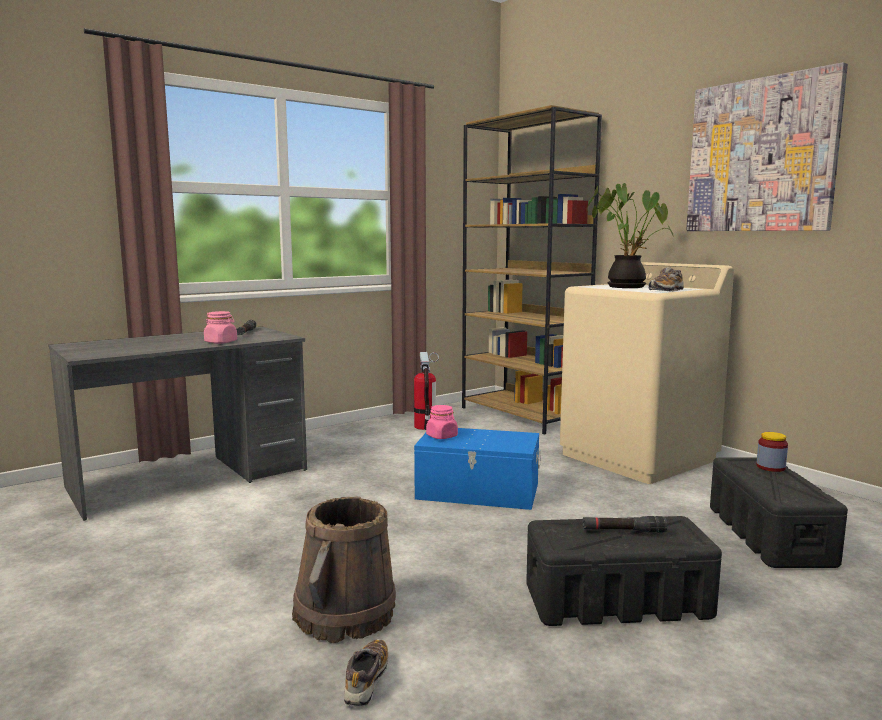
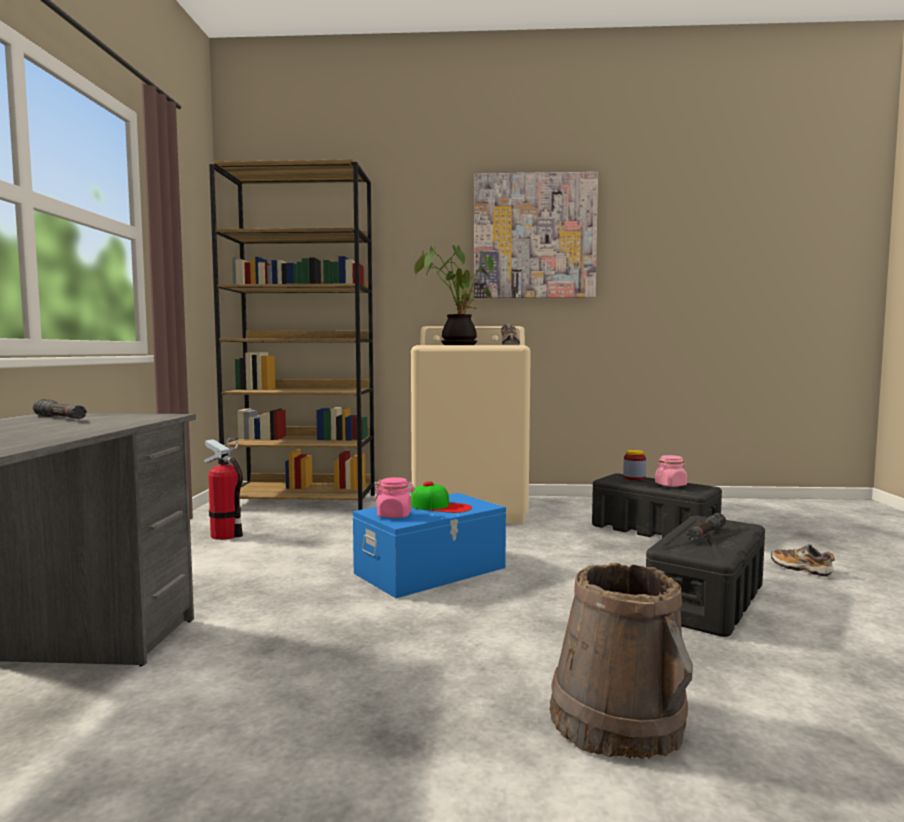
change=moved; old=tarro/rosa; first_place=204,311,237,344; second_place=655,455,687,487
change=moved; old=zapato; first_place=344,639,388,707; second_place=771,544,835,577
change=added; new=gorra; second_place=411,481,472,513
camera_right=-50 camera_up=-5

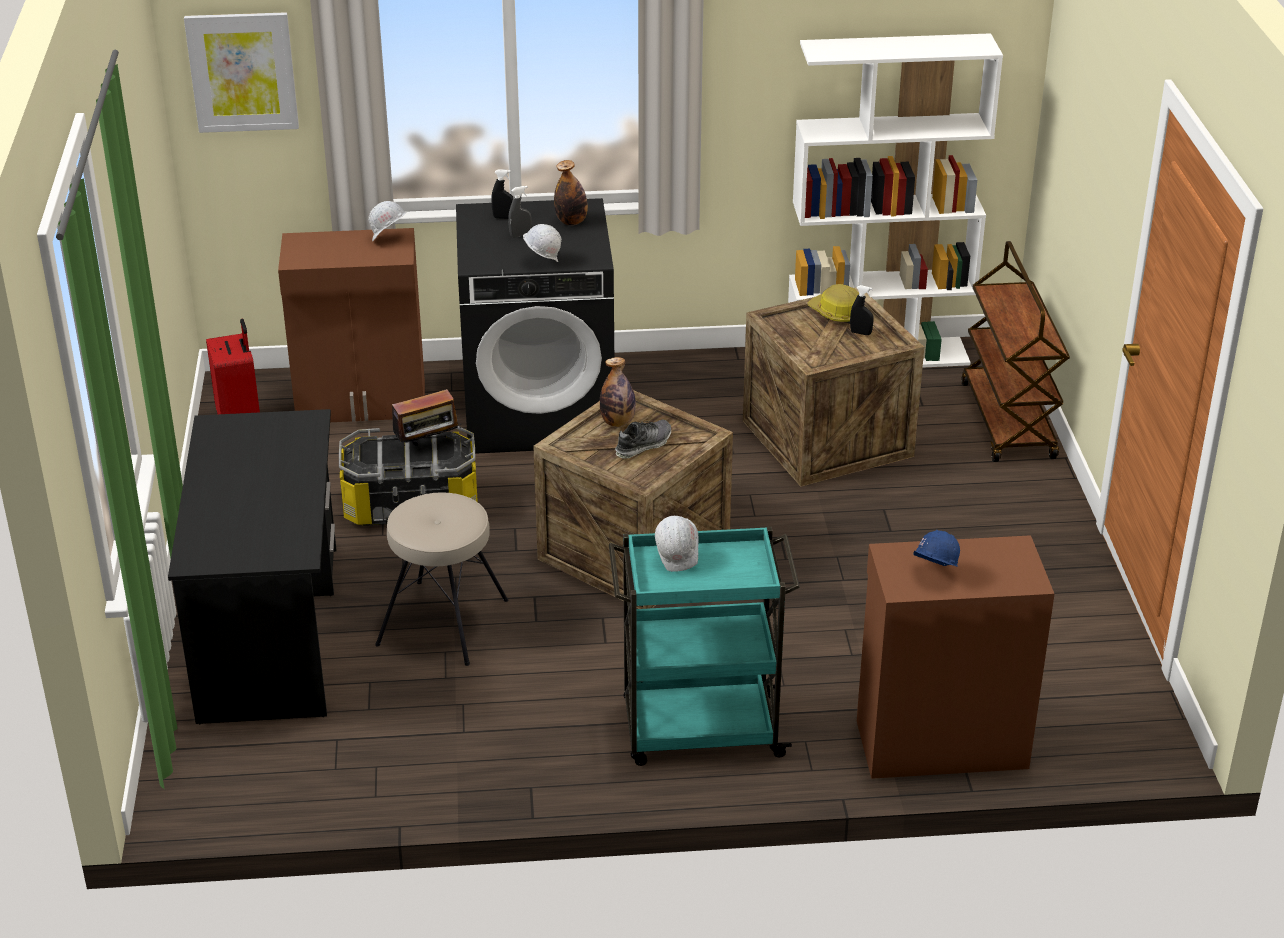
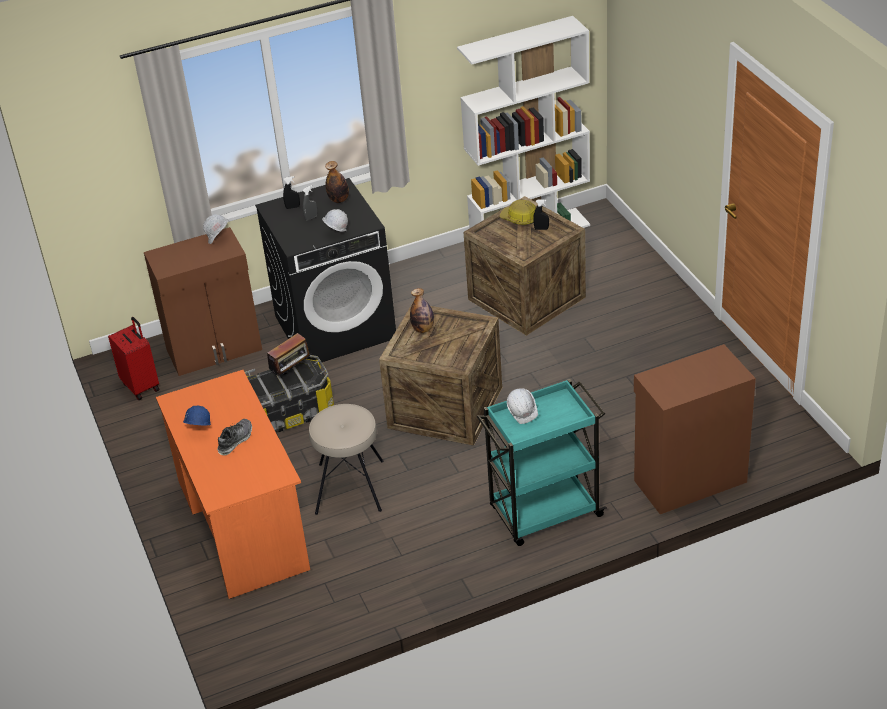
change=recoloured; old=escritorio/negro; new=escritorio/naranja; first_place=168,409,336,724; second_place=156,370,310,599
change=removed; old=cuadro; first_place=184,12,299,133
change=moved; old=zapato; first_place=615,419,672,459; second_place=217,419,252,455
change=moved; old=casco/azul; first_place=913,530,960,567; second_place=183,405,211,425
change=removed; old=carrito/marrón; first_place=961,241,1070,462
camera_right=-15 camera_up=5

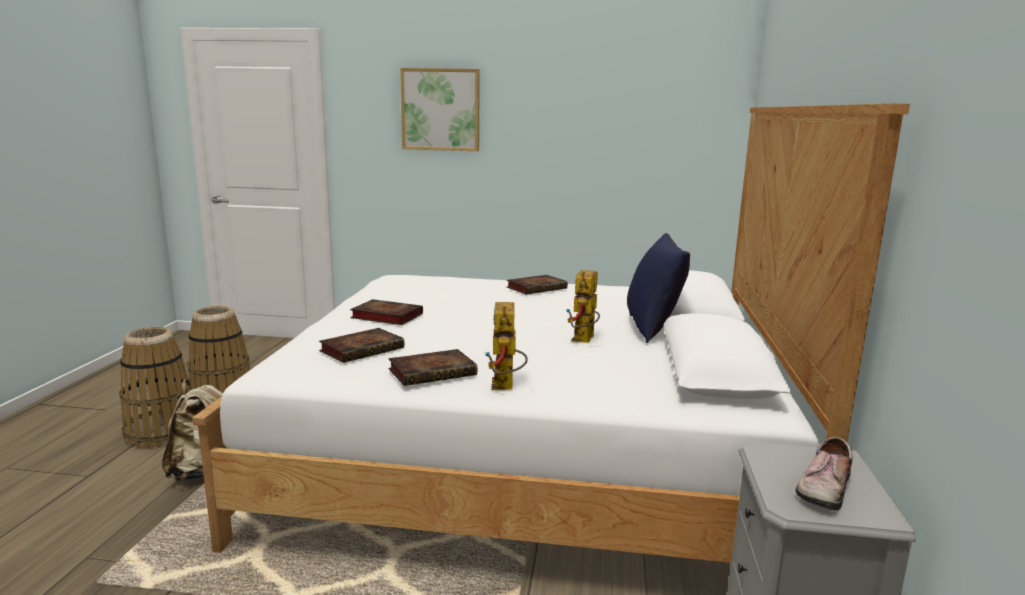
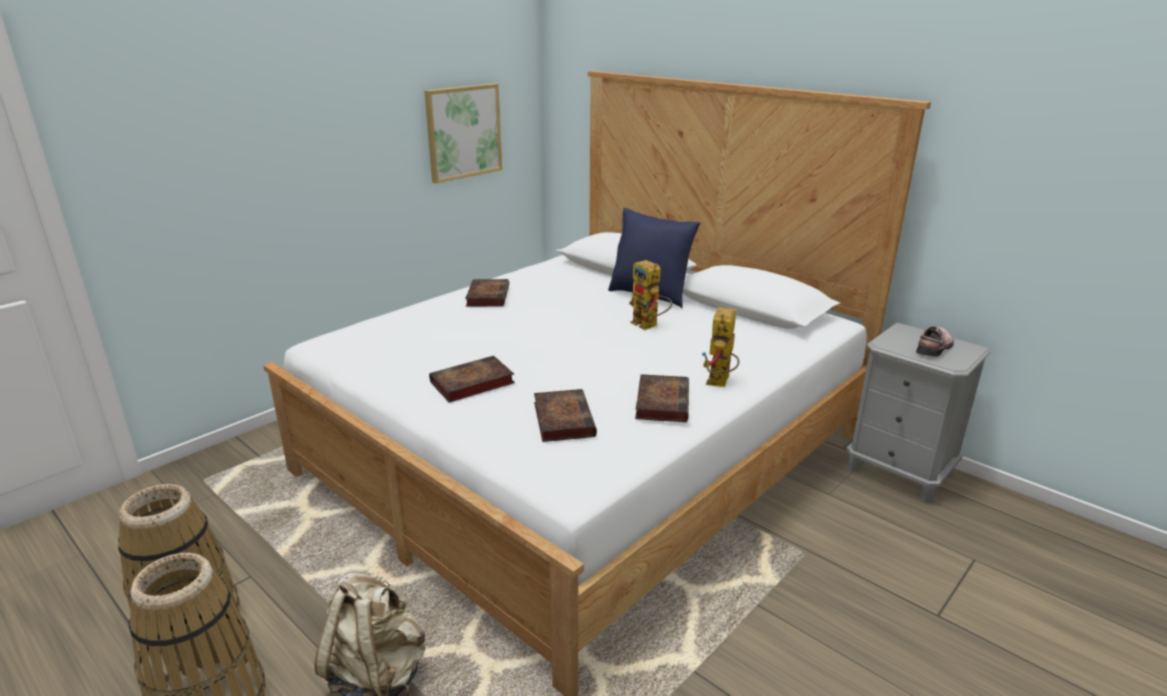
change=moved; old=cuadro; first_place=400,68,480,151; second_place=424,83,502,184
change=turned; old=robot de juguete; first_place=485,302,528,390; second_place=702,307,739,387; degrees=75
change=turned; old=zapato; first_place=796,437,853,511; second_place=916,326,954,357; degrees=-120
camera_right=-55 camera_up=10

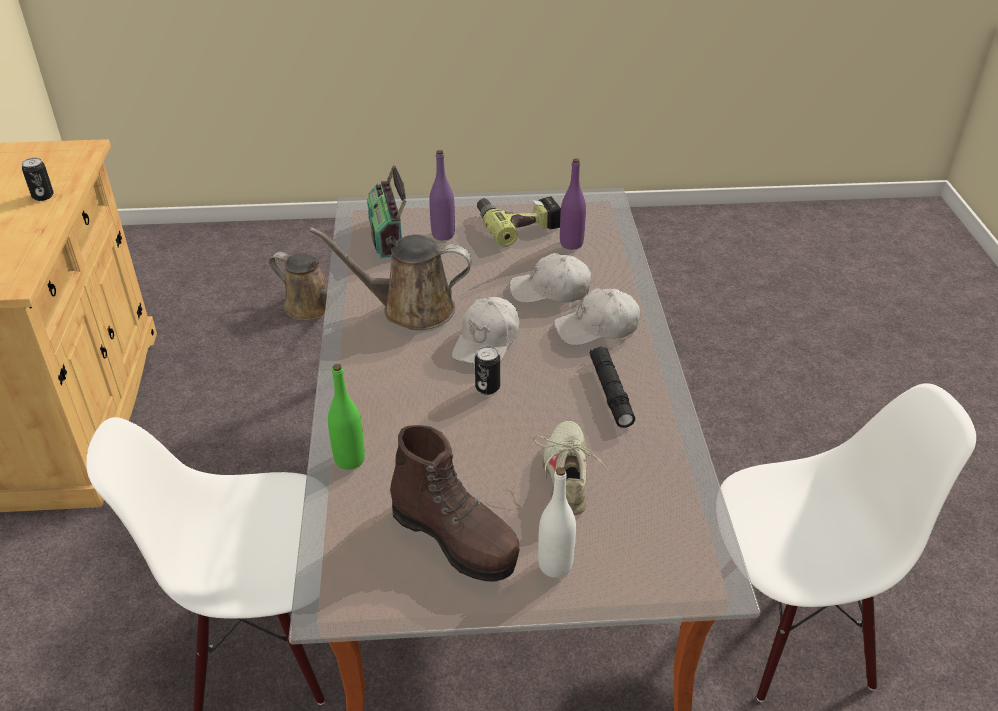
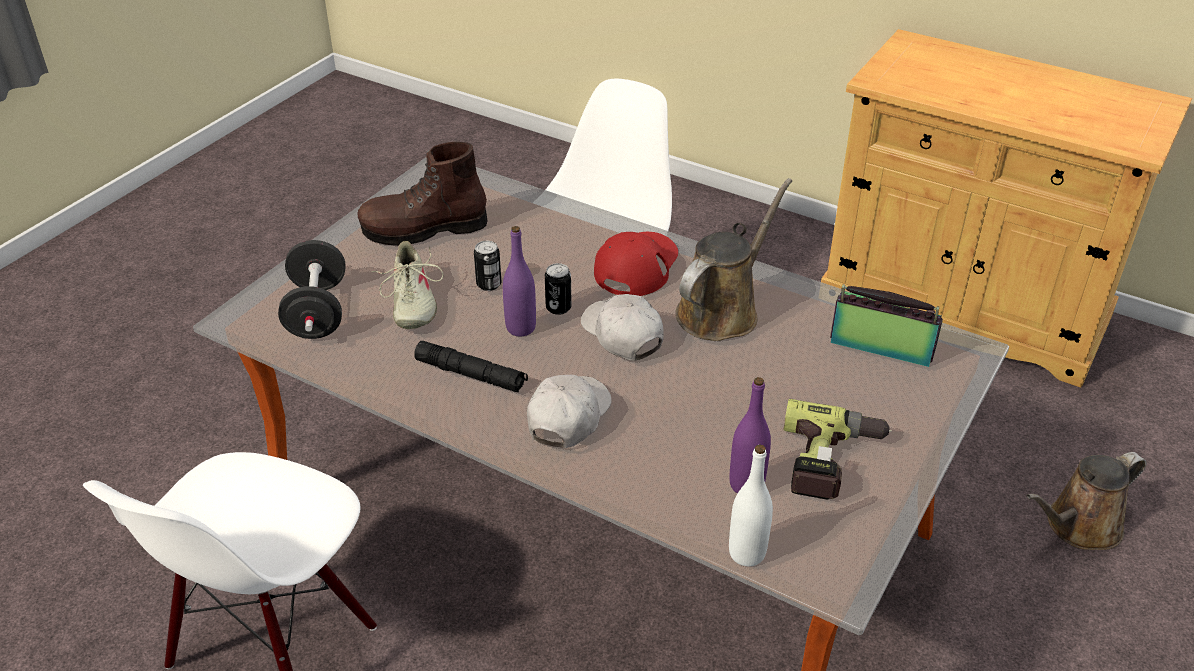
change=moved; old=lata; first_place=22,158,54,201; second_place=474,241,501,291
change=removed; old=botella/verde; first_place=328,364,365,470
change=moved; old=botella/morado; first_place=429,150,455,240; second_place=503,226,536,337
change=removed; old=gorra/blanco; first_place=509,253,591,303
change=turned; old=zapato/beis; first_place=533,421,611,515; second_place=371,241,444,329; degrees=45
change=moved; old=botella/blanco; first_place=538,467,576,578; second_place=729,444,773,566
change=added; new=mancuerna/negro; second_place=278,240,346,339
change=added; new=gorra/rojo; second_place=594,232,678,296
camera_right=125 camera_up=0

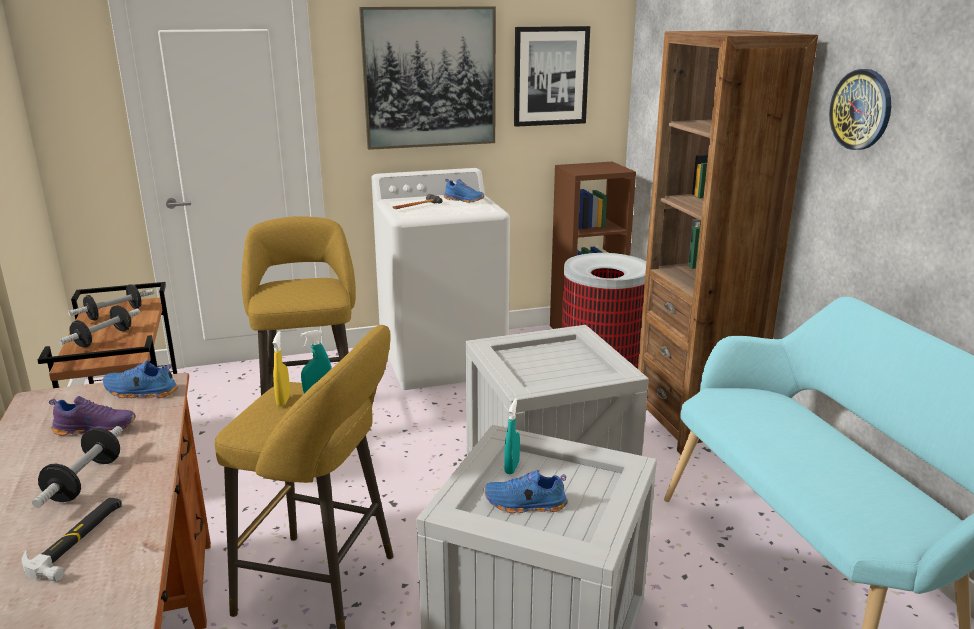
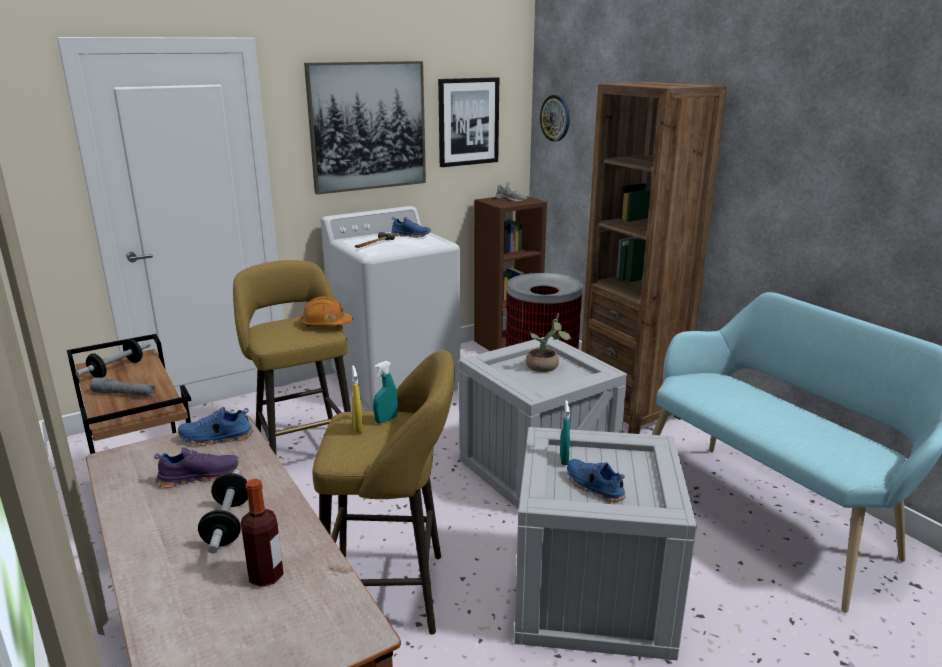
change=replaced; old=martillo; new=botella; first_place=22,498,122,582; second_place=241,479,284,587
change=replaced; old=mancuerna; new=linterna/gris; first_place=58,306,140,347; second_place=90,377,156,396
change=turned; old=zapato/azul; first_place=484,470,568,513; second_place=567,459,626,502; degrees=60
change=moved; old=reloj de pared; first_place=829,69,891,150; second_place=540,95,570,142
change=added; new=casco/naranja; second_place=300,296,353,327
change=added; new=zapato/gris; second_place=495,181,527,201
change=added; new=planta en maceta; second_place=526,314,572,372
camera_right=-15 camera_up=0

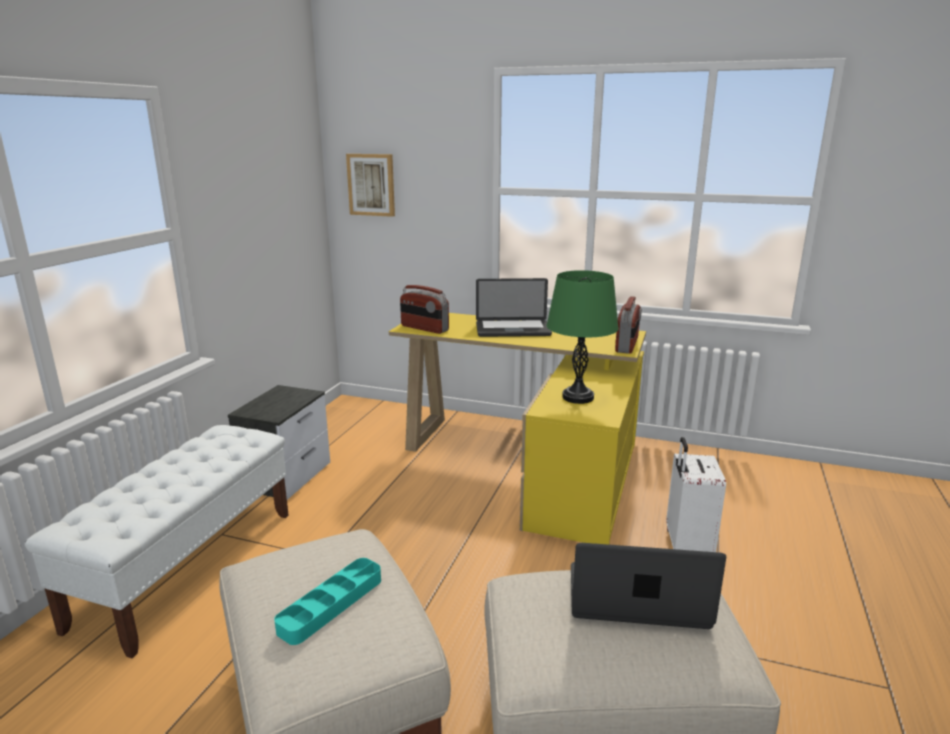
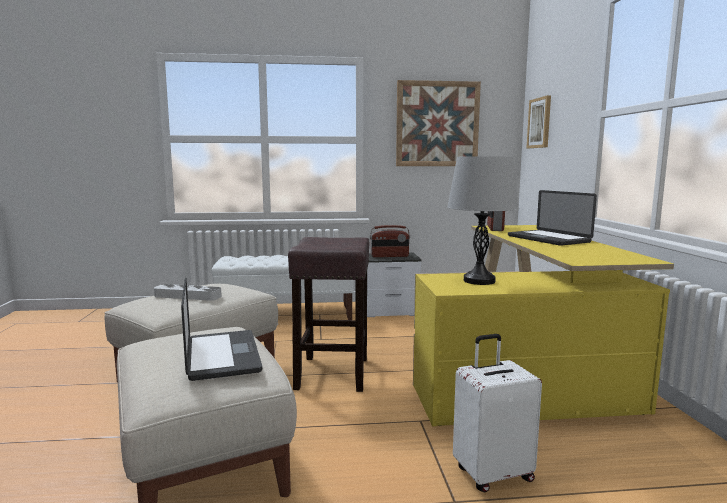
change=recoloured; old=bandeja/turquesa; new=bandeja/gris; first_place=274,558,381,645; second_place=154,284,222,301
change=recoloured; old=lámpara de mesa/verde; new=lámpara de mesa/gris; first_place=546,270,619,404; second_place=447,156,519,285
change=moved; old=radio; first_place=615,296,642,354; second_place=370,225,410,257
change=added; new=taburete/marrón; second_place=288,237,369,392
change=added; new=cuadro; second_place=396,80,481,166
camera_right=65 camera_up=-10

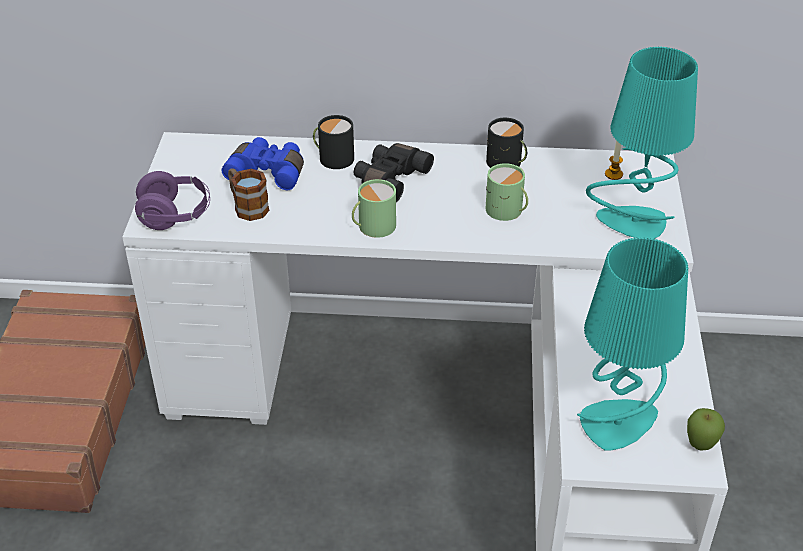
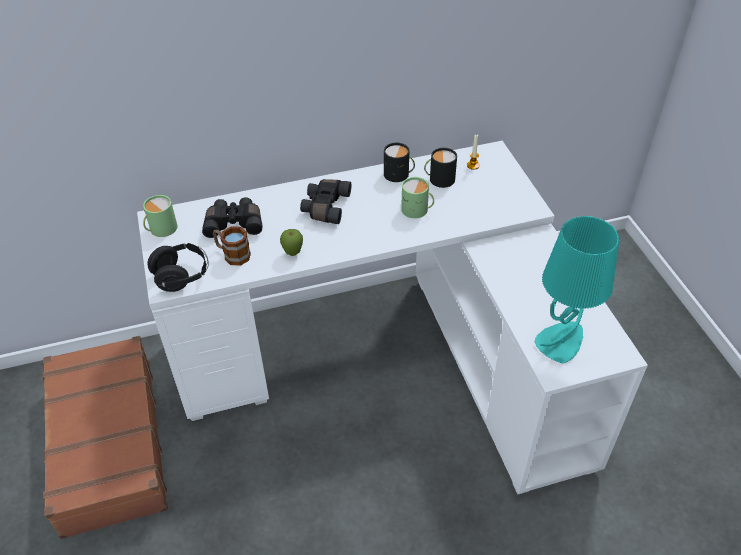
change=recoloured; old=auriculares/morado; new=auriculares/negro; first_place=135,171,210,230; second_place=147,243,209,292
change=recoloured; old=prismáticos/azul; new=prismáticos/negro; first_place=222,137,304,190; second_place=202,197,262,238
change=moved; old=taza grande/negro; first_place=313,115,354,169; second_place=424,148,457,188
change=moved; old=taza grande/verde; first_place=352,179,396,238; second_place=143,195,178,237
change=removed; old=lámpara de mesa/turquesa; first_place=586,47,698,239
change=moved; old=manzana; first_place=687,408,725,450; second_place=280,229,303,256
camera_right=-20 camera_up=5

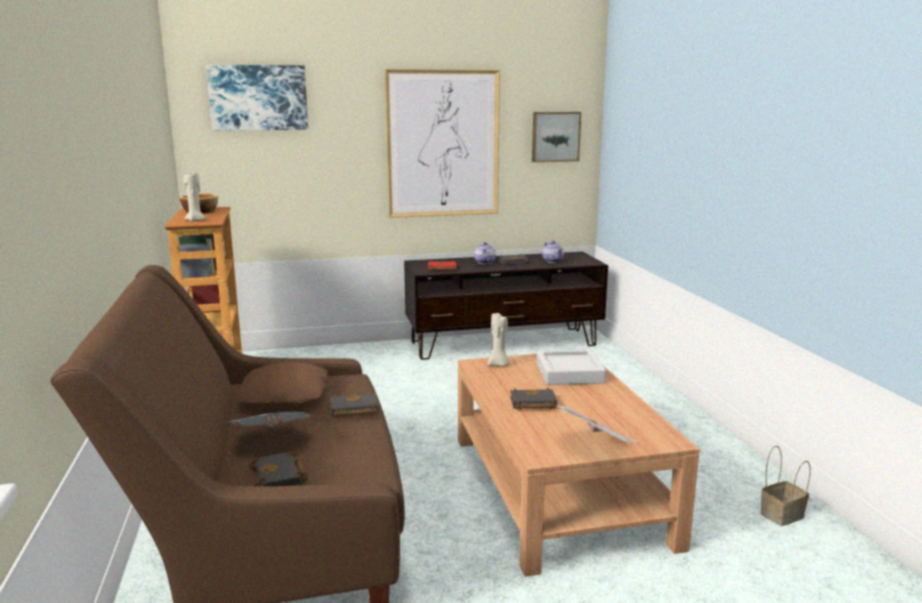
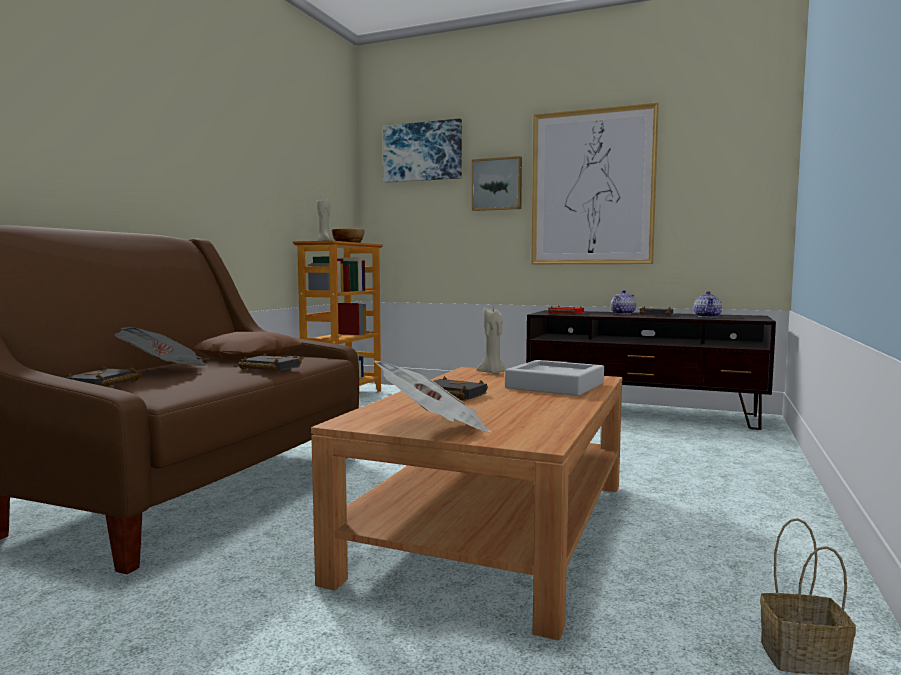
change=moved; old=cuadro; first_place=532,112,581,162; second_place=472,156,522,211
camera_right=35 camera_up=-10

